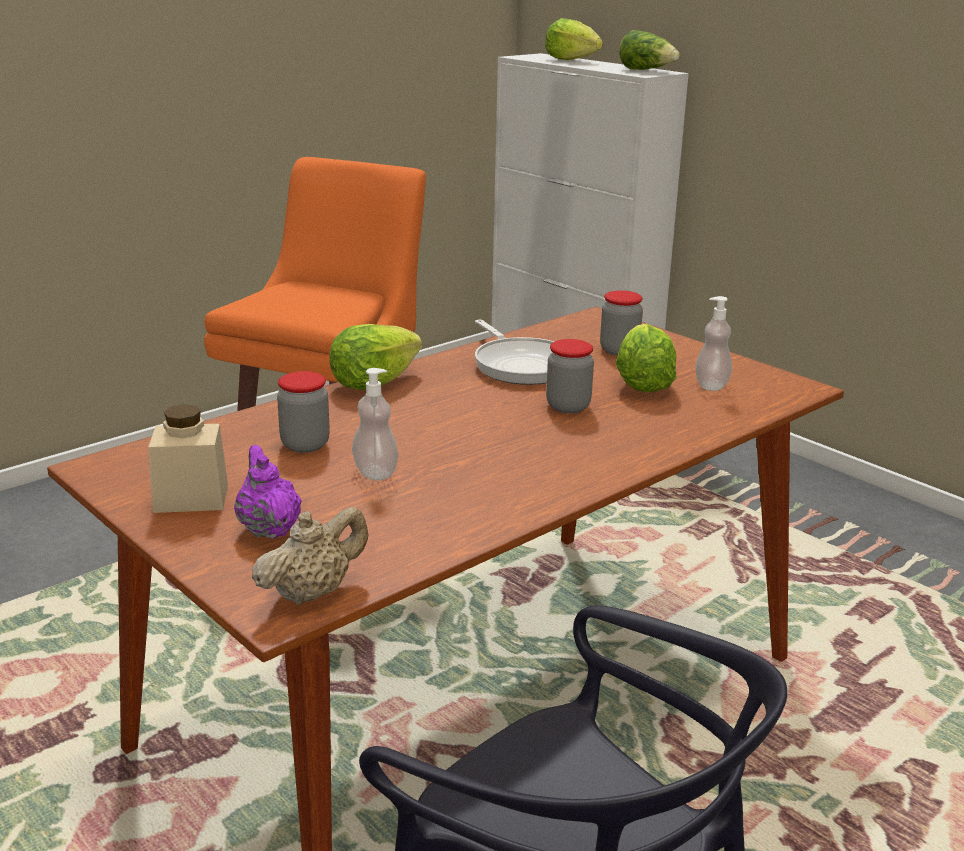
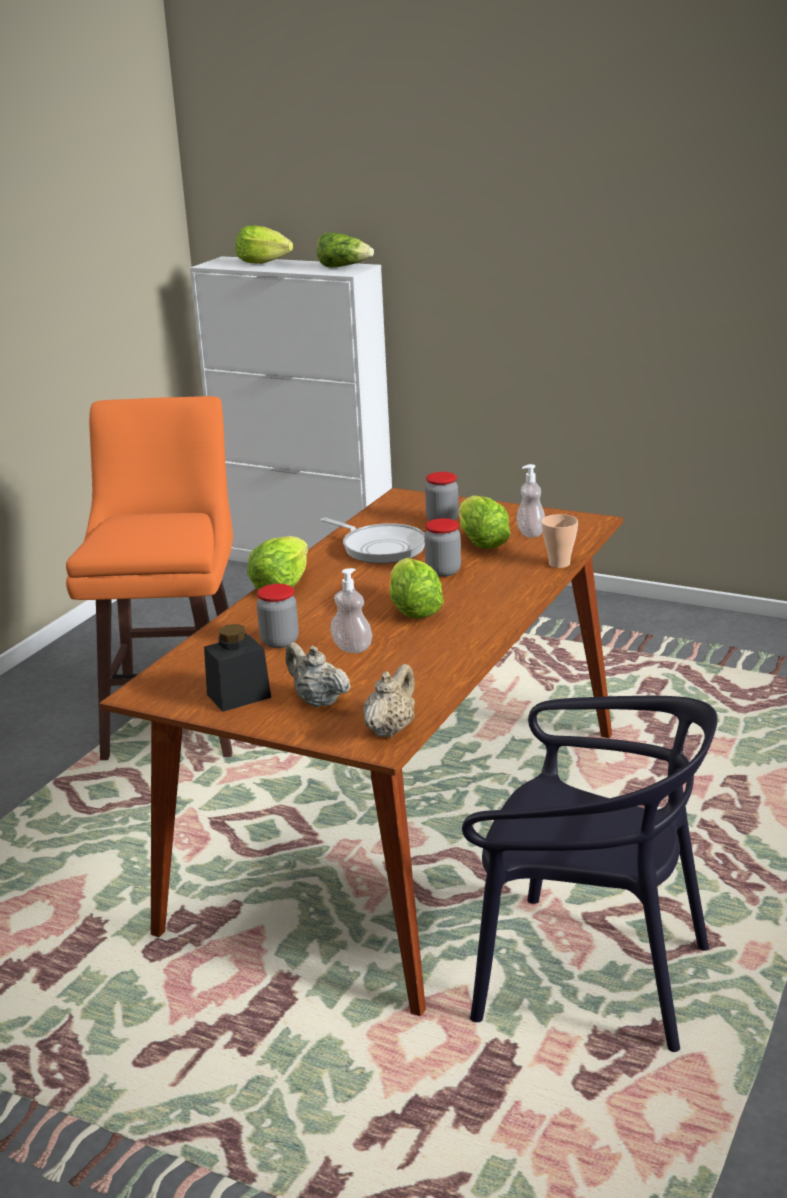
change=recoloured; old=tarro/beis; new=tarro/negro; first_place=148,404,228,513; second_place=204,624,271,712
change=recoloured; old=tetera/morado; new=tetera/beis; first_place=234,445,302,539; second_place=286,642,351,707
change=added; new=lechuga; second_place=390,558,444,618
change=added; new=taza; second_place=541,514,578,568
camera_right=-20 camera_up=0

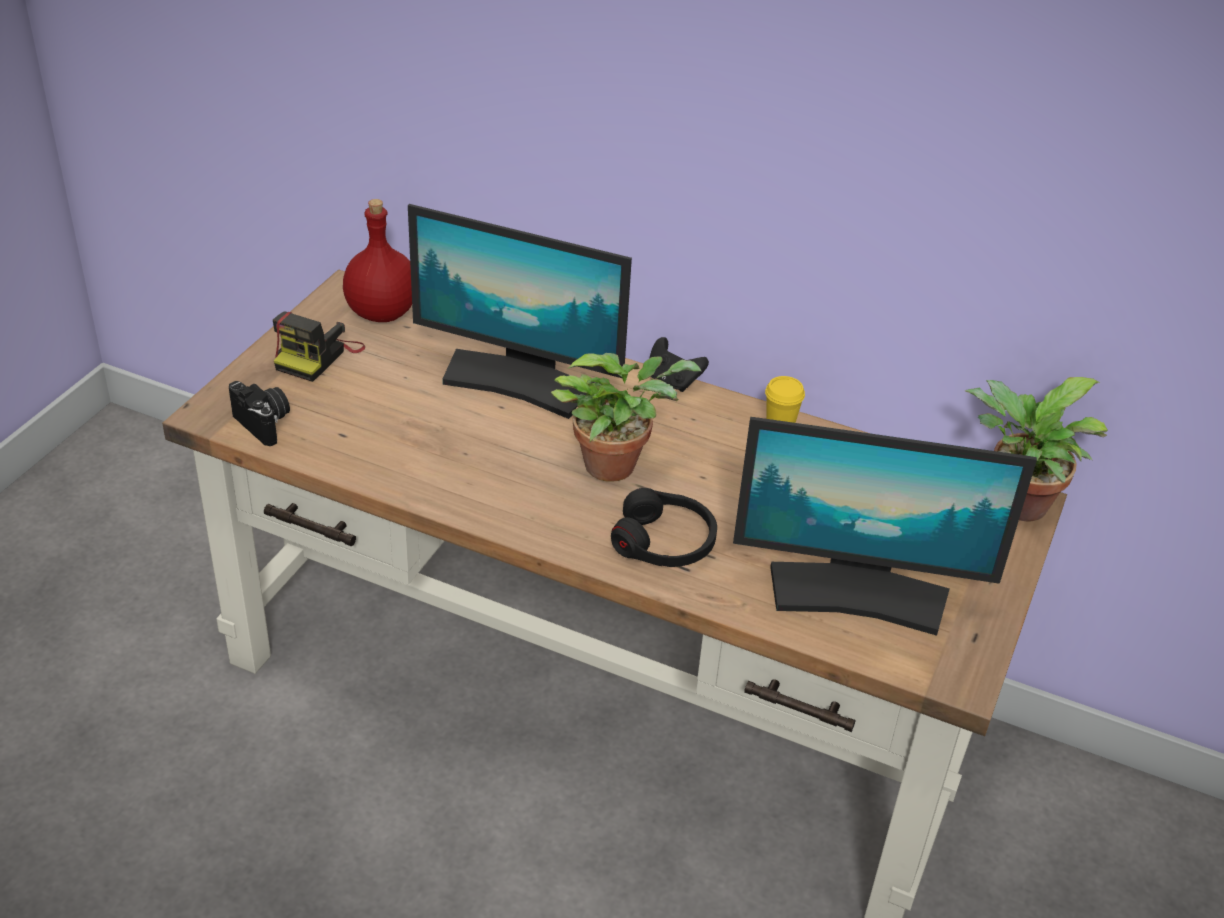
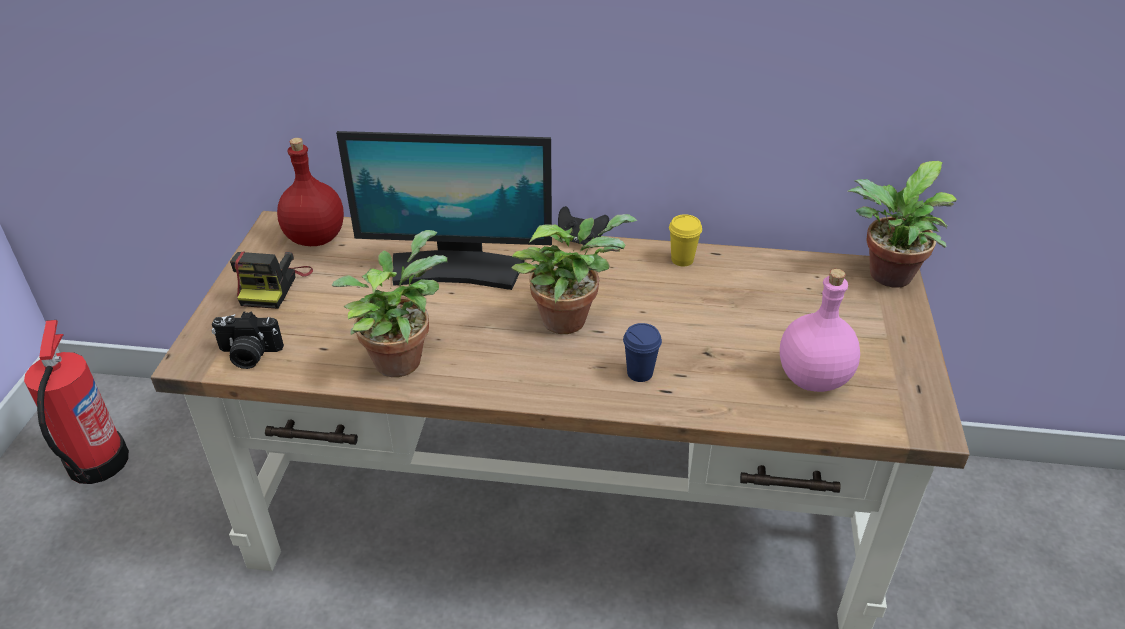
change=turned; old=cámara; first_place=229,381,290,446; second_place=212,311,284,369; degrees=150
change=replaced; old=auriculares/negro; new=taza/azul; first_place=611,488,717,567; second_place=623,323,662,382
change=replaced; old=monitor; new=botella/rosa; first_place=733,417,1037,636; second_place=780,269,860,392
change=added; new=extintor; second_place=24,320,129,484
change=added; new=planta en maceta; second_place=332,230,448,377
camera_right=-15 camera_up=0

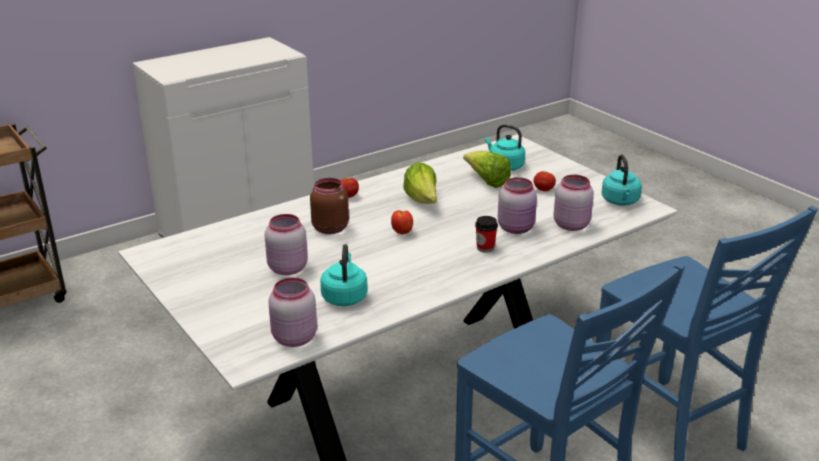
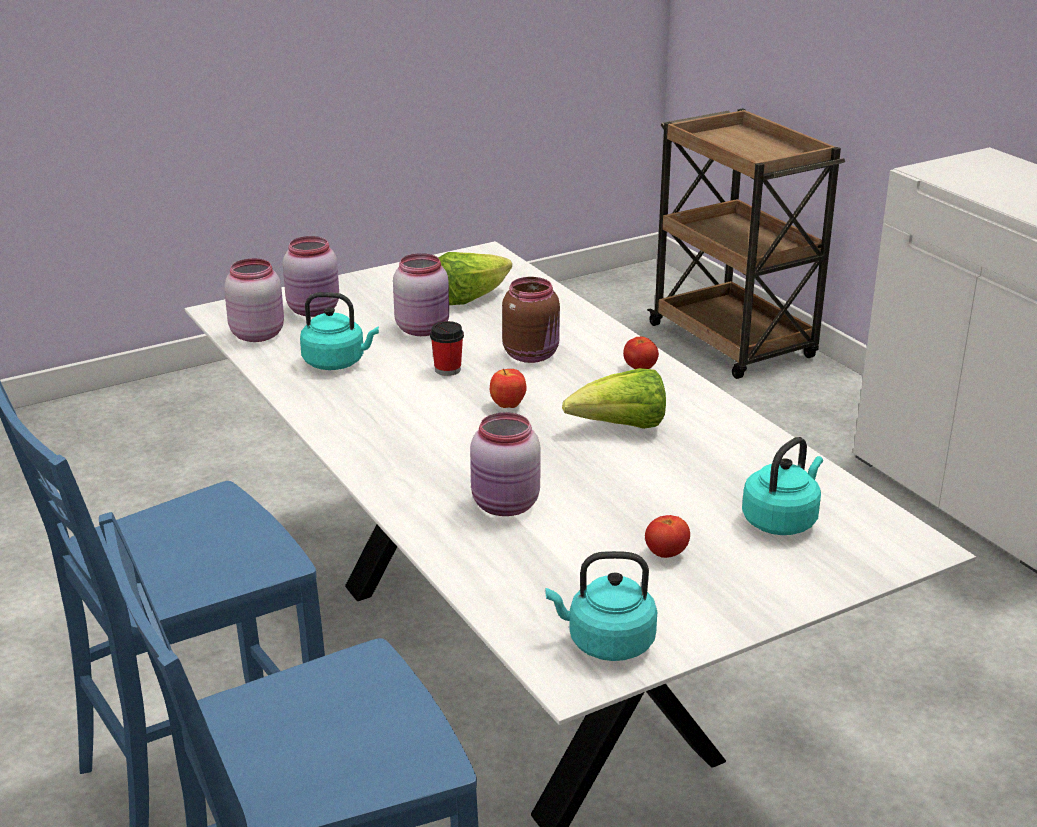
change=moved; old=lechuga; first_place=463,151,511,188; second_place=438,252,512,305
change=moved; old=taza; first_place=475,216,498,253; second_place=430,321,464,376
change=moved; old=tarro/rosa; first_place=553,175,594,231; second_place=283,236,339,317
camera_right=95 camera_up=0

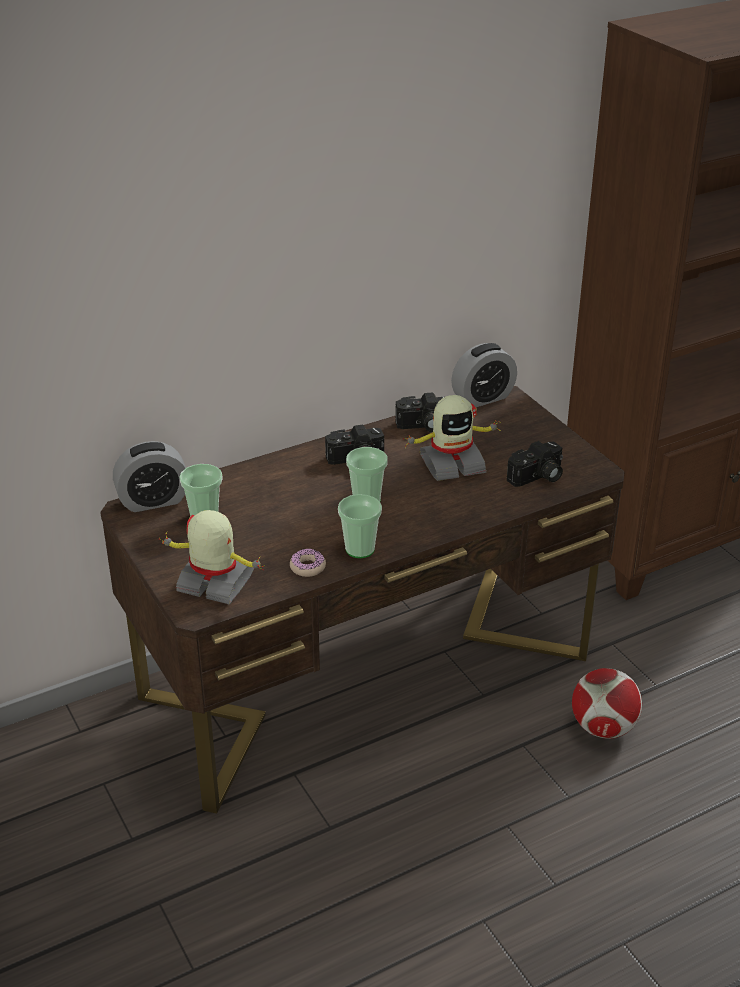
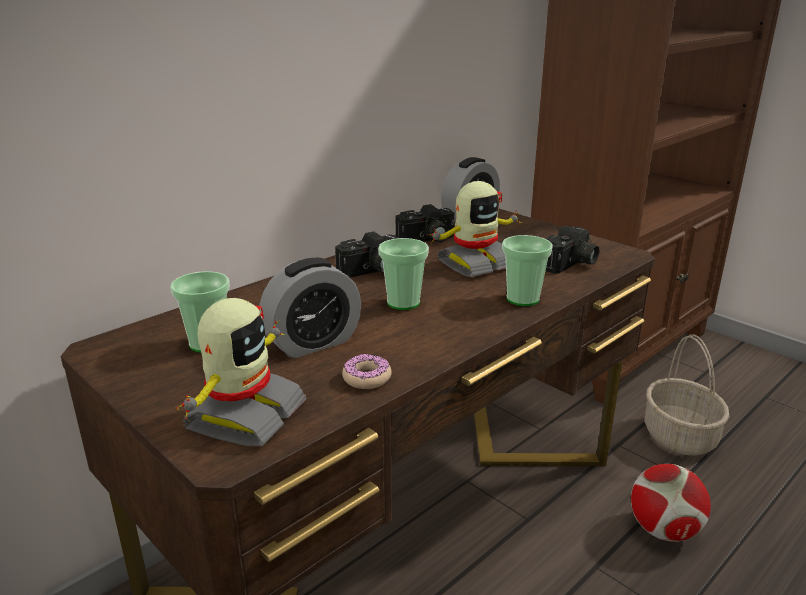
change=moved; old=despertador; first_place=113,441,186,512; second_place=259,258,361,358
change=turned; old=robot de juguete; first_place=159,510,265,605; second_place=176,298,307,446; degrees=105
change=moved; old=taza; first_place=338,494,382,558; second_place=502,235,553,306
change=added; new=cesta; second_place=645,334,729,456
camera_right=-15 camera_up=-10

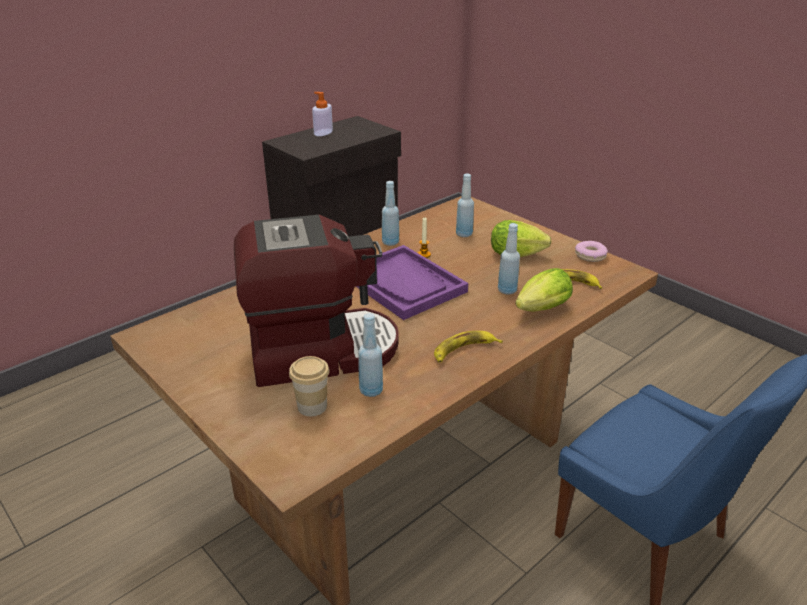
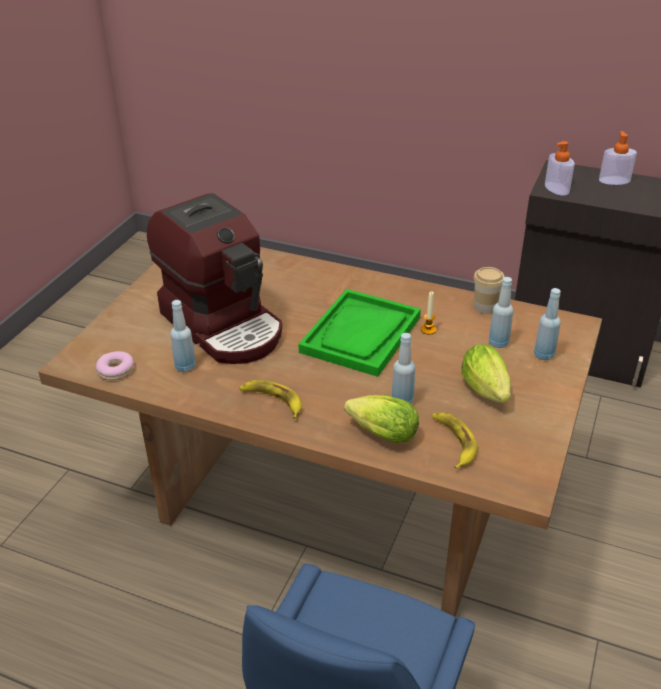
change=moved; old=taza; first_place=289,356,329,416; second_place=473,267,505,314
change=recoloured; old=bandeja/morado; new=bandeja/verde; first_place=356,245,468,320; second_place=299,289,421,377
change=moved; old=botella/azul; first_place=382,181,399,246; second_place=534,288,561,360
change=moved; old=rosquilla; first_place=575,241,608,262; second_place=96,351,134,380
change=added; new=dispensador de jabón; second_place=545,141,575,196
camera_right=65 camera_up=5

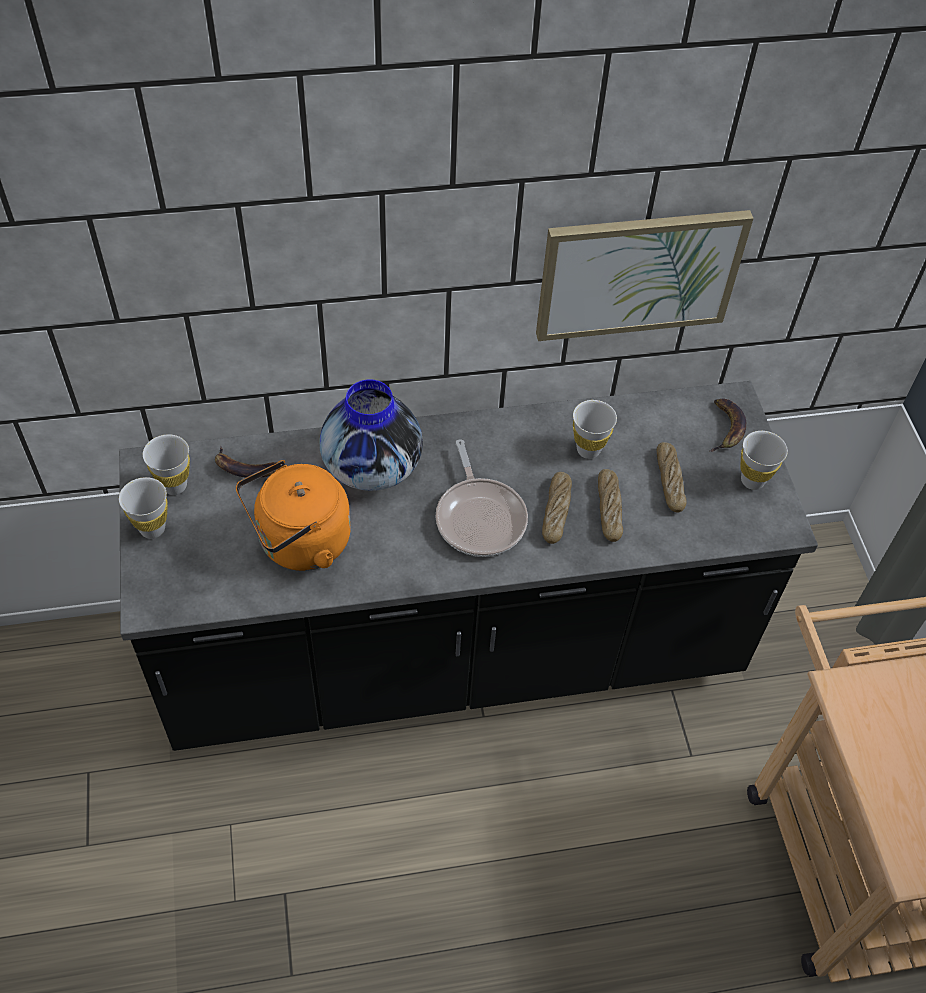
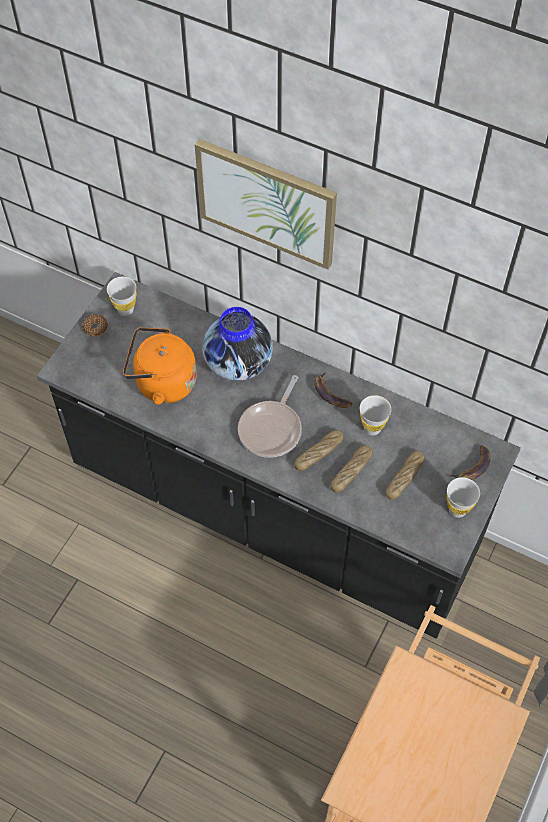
change=replaced; old=taza/blanco; new=rosquilla; first_place=119,477,168,539; second_place=82,314,108,337
change=moved; old=plátano; first_place=215,446,277,478; second_place=314,371,352,408
change=moved; old=cuadro; first_place=536,210,754,341; second_place=195,139,337,270
camera_right=40 camera_up=5

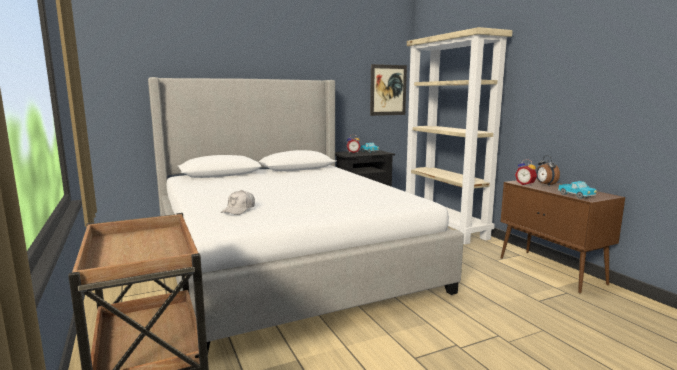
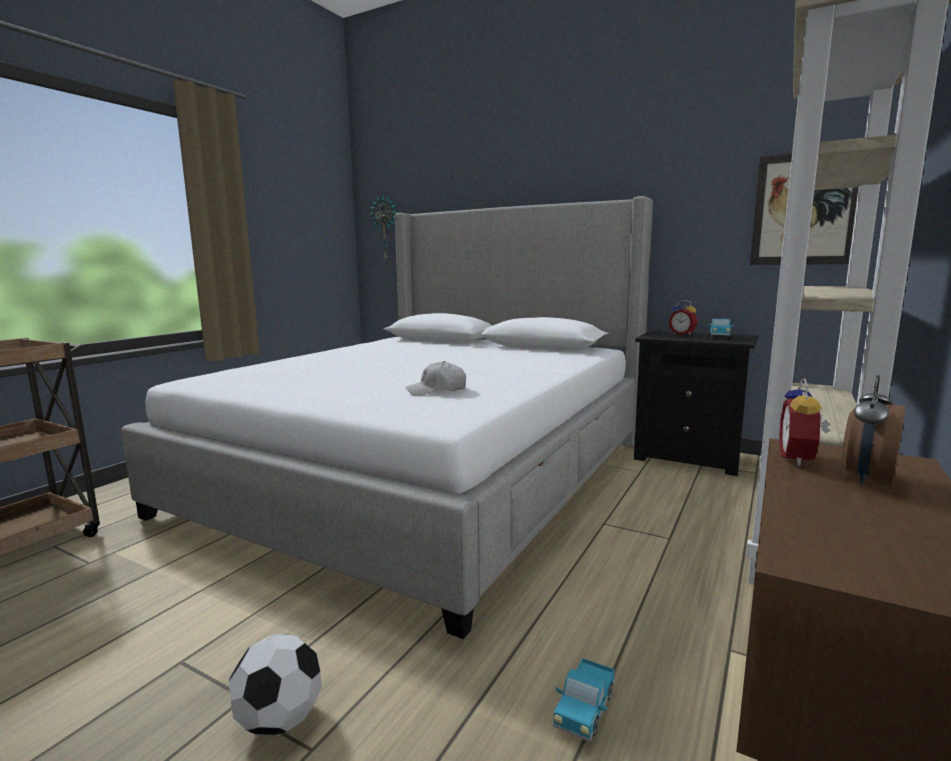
change=moved; old=gorra/blanco; first_place=221,190,255,215; second_place=405,361,466,396
change=moved; old=camión de juguete; first_place=558,181,597,198; second_place=553,658,615,742
change=added; new=balón de fútbol; second_place=229,634,322,735
change=added; new=reloj de pared; second_place=370,195,398,261
camera_right=55 camera_up=0

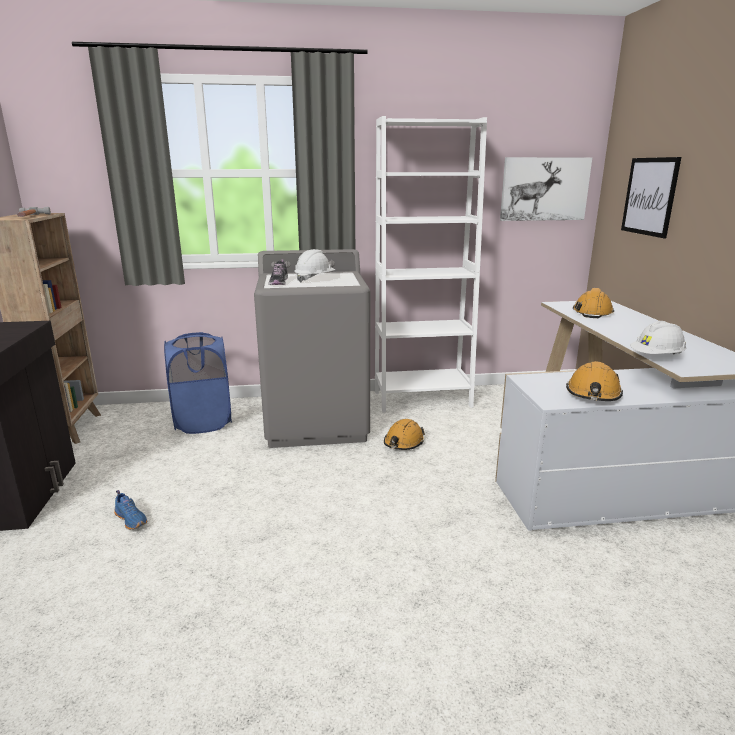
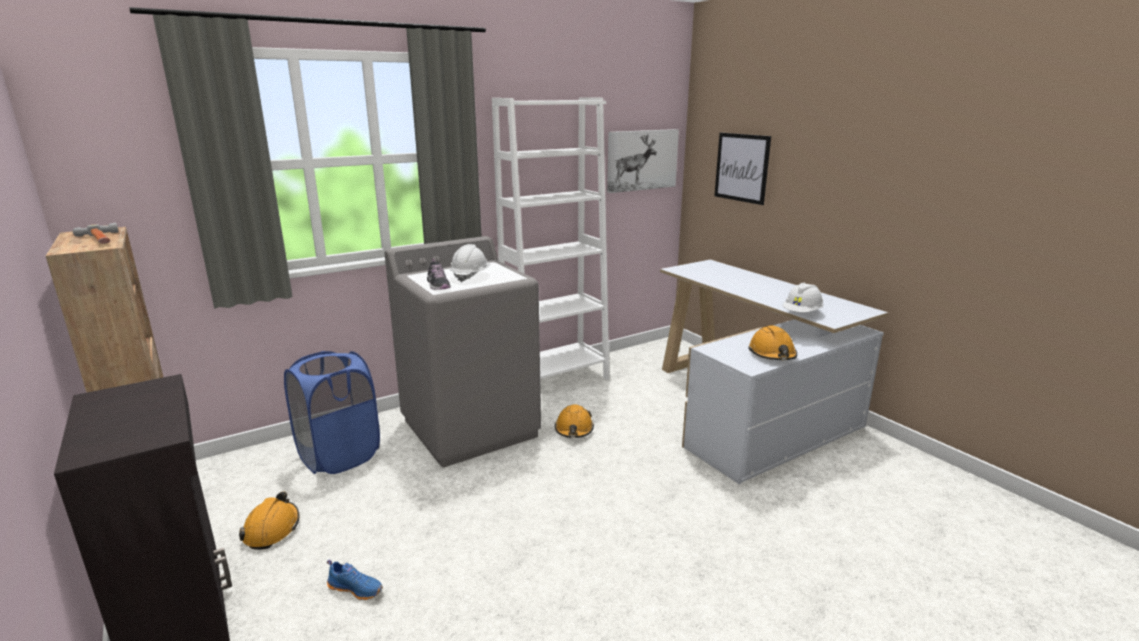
change=moved; old=casco/naranja; first_place=573,288,614,318; second_place=239,491,300,550
camera_right=-25 camera_up=0

